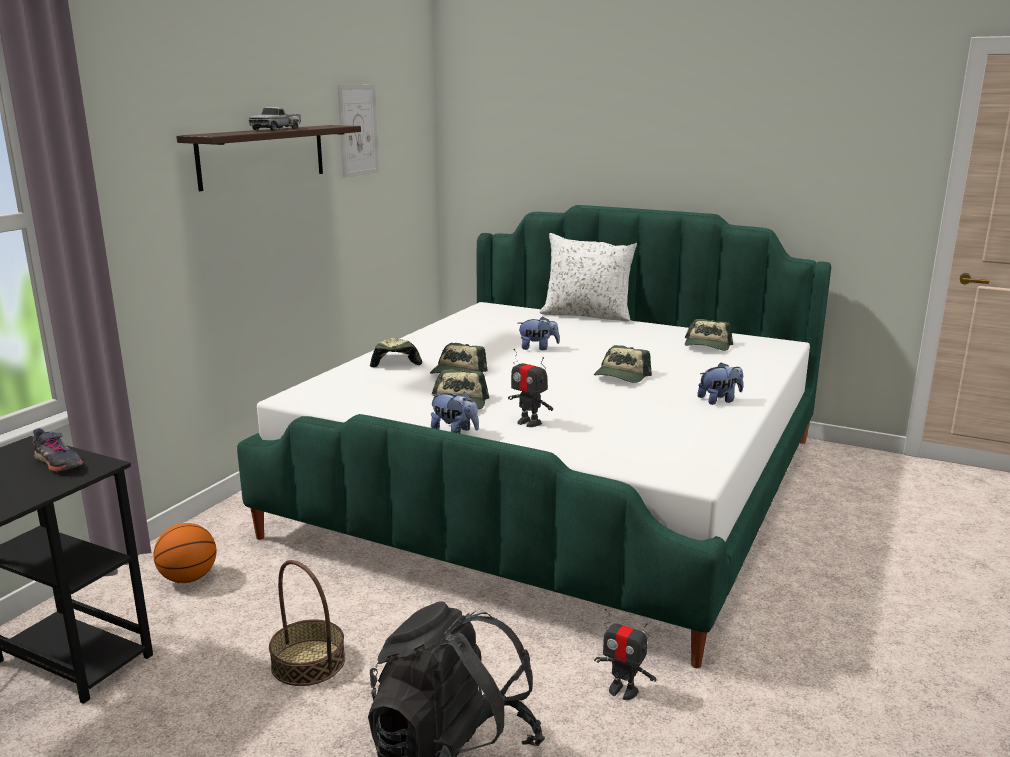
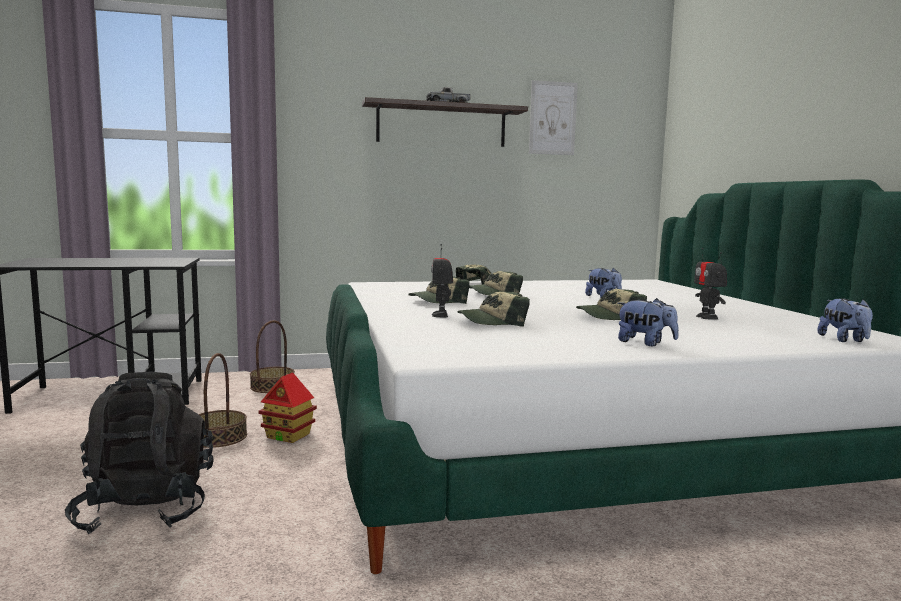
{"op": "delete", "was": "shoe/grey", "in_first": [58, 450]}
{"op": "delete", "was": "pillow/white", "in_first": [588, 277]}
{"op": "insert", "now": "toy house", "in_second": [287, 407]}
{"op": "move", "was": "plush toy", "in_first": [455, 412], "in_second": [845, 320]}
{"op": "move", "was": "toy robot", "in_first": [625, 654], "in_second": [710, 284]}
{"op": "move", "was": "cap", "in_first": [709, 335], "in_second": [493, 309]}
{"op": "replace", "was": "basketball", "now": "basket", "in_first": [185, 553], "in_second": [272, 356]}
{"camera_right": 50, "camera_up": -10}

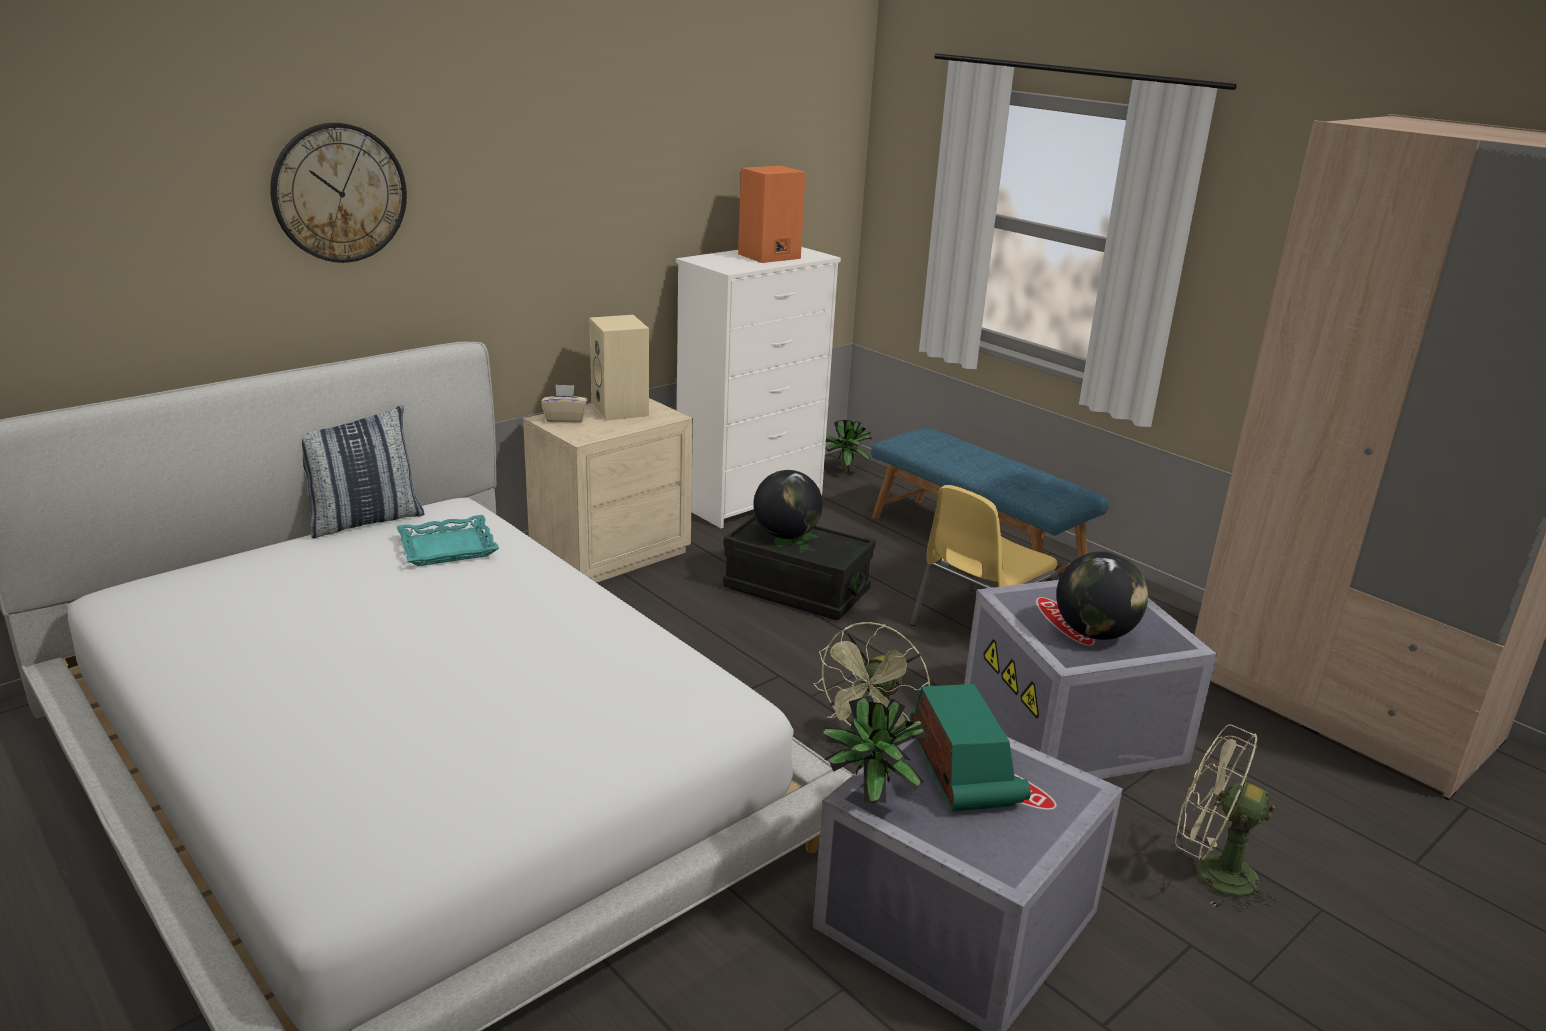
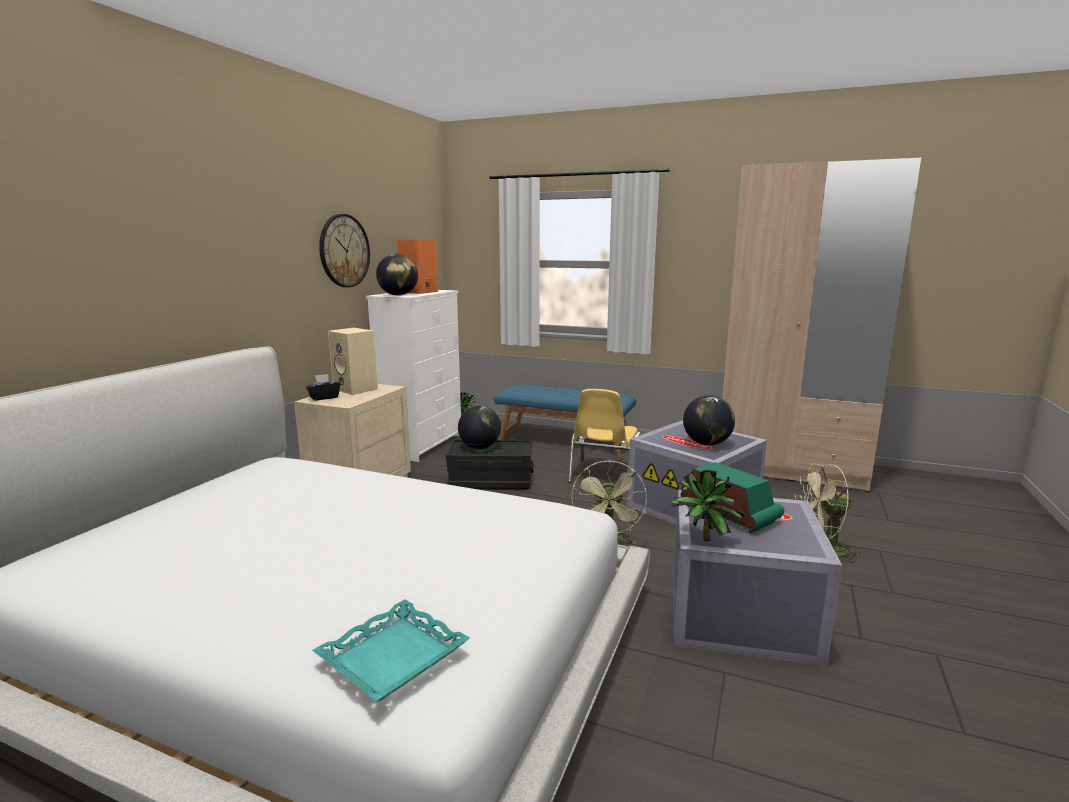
{"op": "delete", "was": "pillow", "in_first": [363, 471]}
{"op": "insert", "now": "globe", "in_second": [397, 275]}
{"op": "move", "was": "wall clock", "in_first": [338, 193], "in_second": [344, 250]}
{"op": "move", "was": "tray/turquoise", "in_first": [448, 540], "in_second": [391, 650]}
{"op": "recolor", "was": "tissue box/beige", "now": "tissue box/black", "in_first": [564, 403], "in_second": [323, 387]}
{"camera_right": -25, "camera_up": -10}

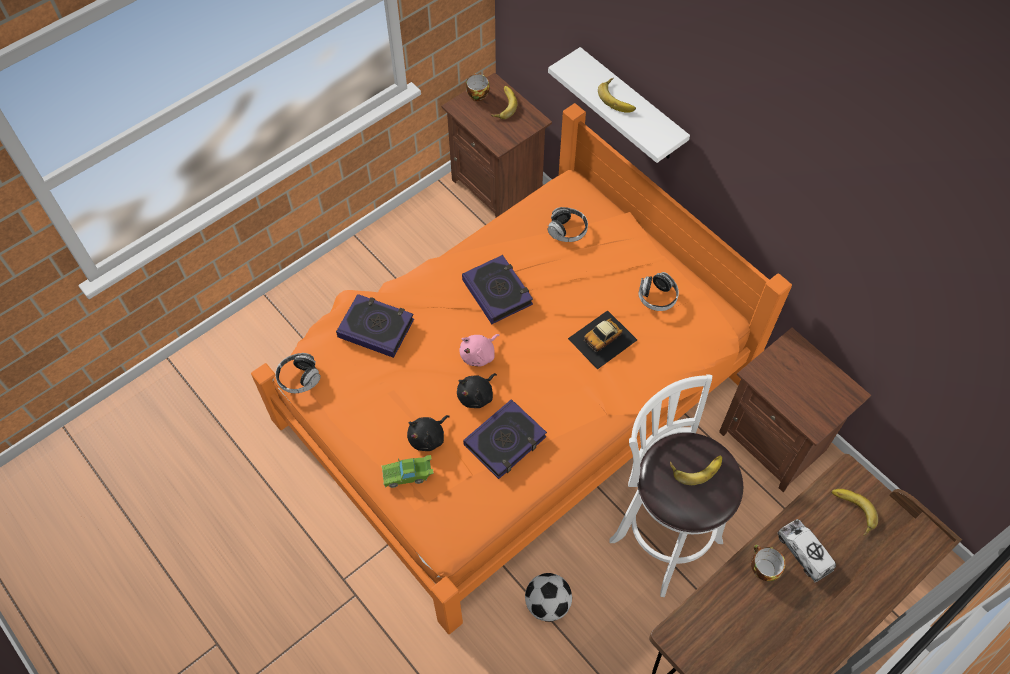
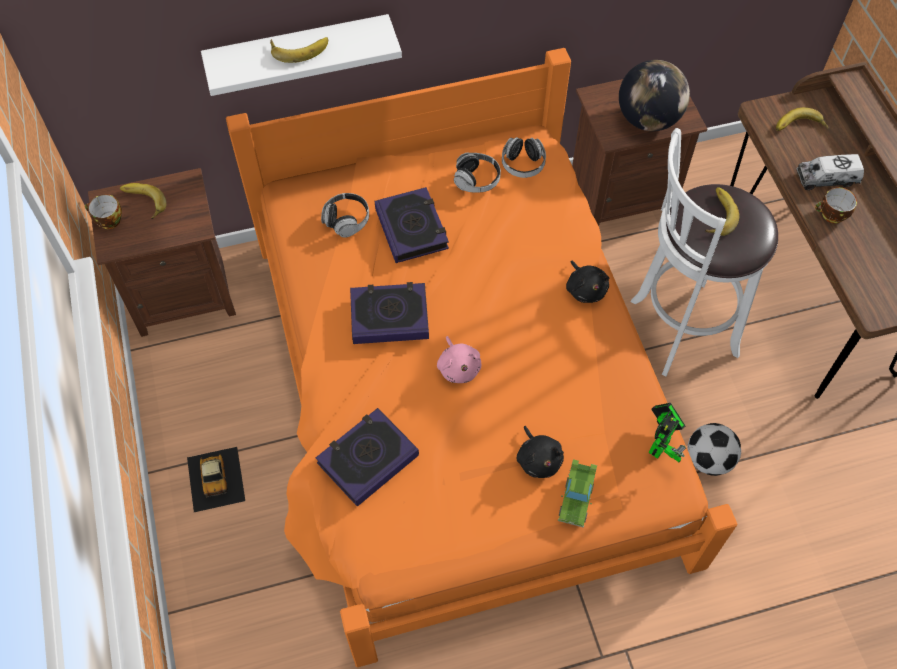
{"op": "insert", "now": "globe", "in_second": [654, 95]}
{"op": "insert", "now": "toy robot", "in_second": [667, 432]}
{"op": "move", "was": "headphones", "in_first": [298, 373], "in_second": [524, 157]}
{"op": "move", "was": "plush toy/black", "in_first": [477, 390], "in_second": [588, 281]}
{"op": "move", "was": "book", "in_first": [505, 439], "in_second": [412, 225]}
{"op": "move", "was": "toy car", "in_first": [602, 339], "in_second": [216, 479]}
{"camera_right": -65, "camera_up": 0}

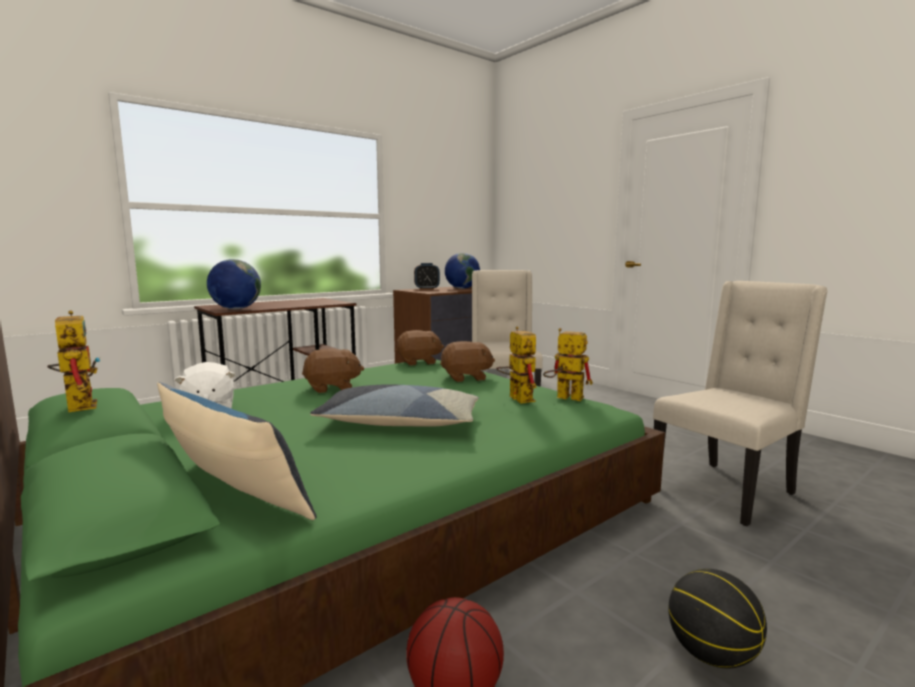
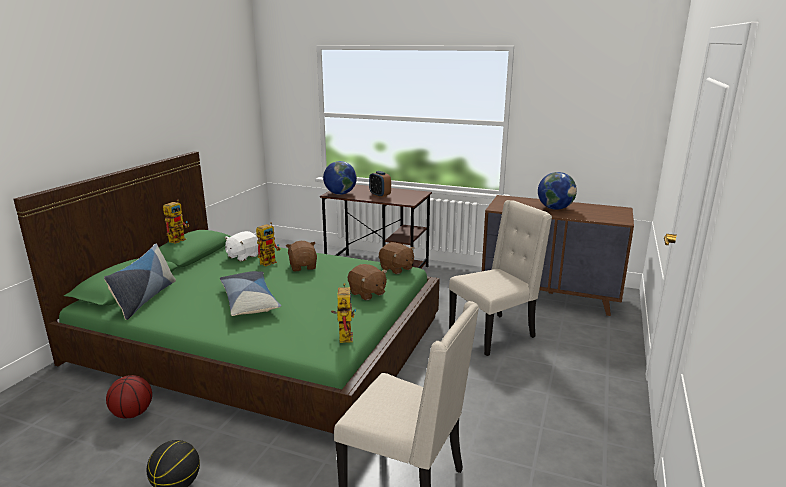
{"op": "move", "was": "alarm clock", "in_first": [427, 276], "in_second": [380, 184]}
{"op": "move", "was": "toy robot", "in_first": [516, 365], "in_second": [268, 244]}
{"op": "rotate", "was": "plush toy/brown", "in_first": [333, 371], "in_second": [301, 256], "clockwise": -150}
{"camera_right": 60, "camera_up": 10}

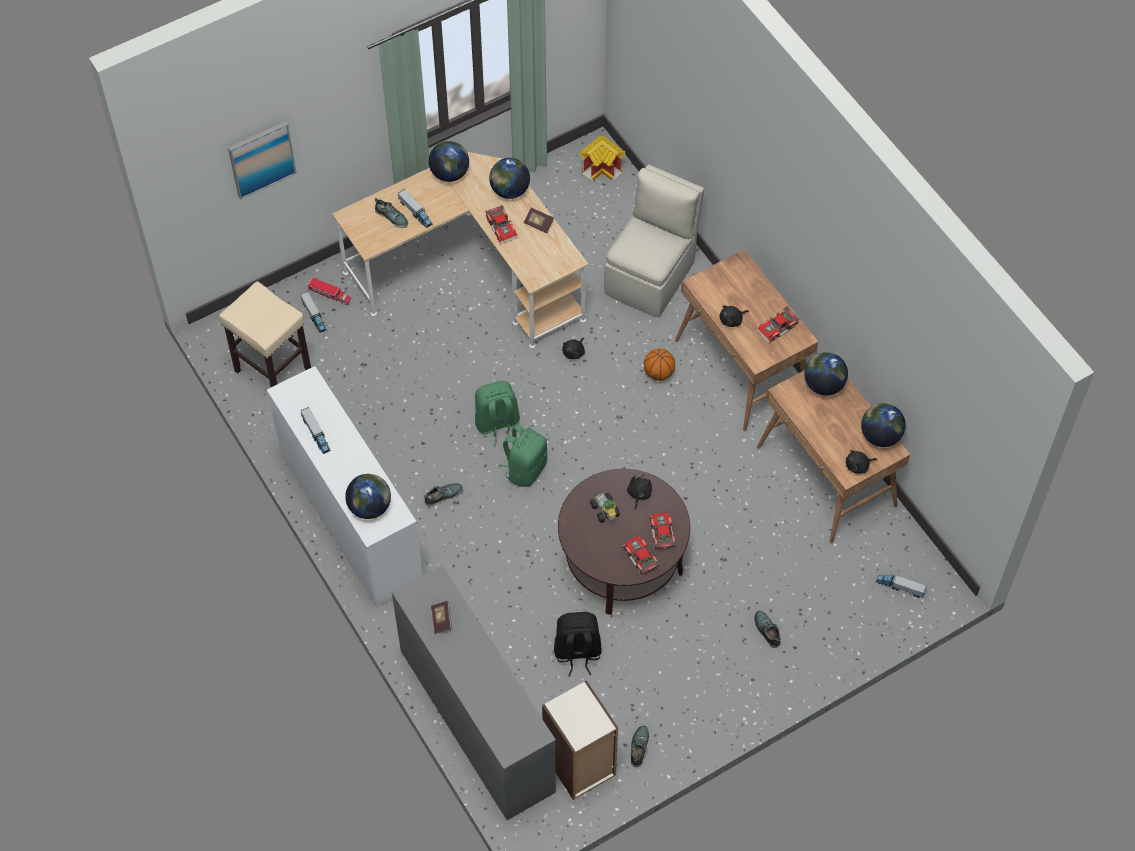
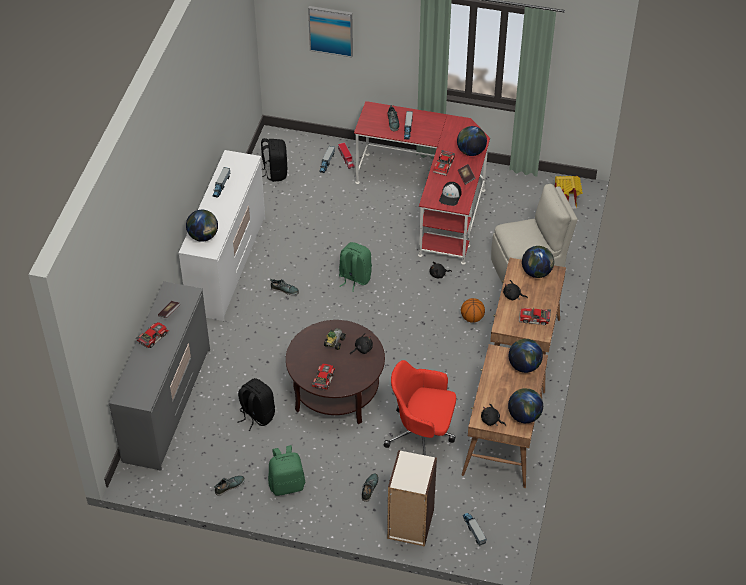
{"op": "insert", "now": "office chair/red", "in_second": [420, 408]}
{"op": "insert", "now": "cap", "in_second": [450, 194]}
{"op": "move", "was": "globe", "in_first": [449, 161], "in_second": [538, 262]}
{"op": "move", "was": "backpack/green", "in_first": [523, 455], "in_second": [286, 470]}
{"op": "move", "was": "bookcase", "in_first": [580, 740], "in_second": [412, 498]}
{"op": "move", "was": "toy car", "in_first": [662, 531], "in_second": [152, 335]}
{"op": "replace", "was": "stool/beige", "now": "backpack/black", "in_first": [265, 334], "in_second": [274, 160]}
{"op": "recolor", "was": "desk/beige", "now": "desk/red", "in_first": [460, 250], "in_second": [422, 183]}
{"camera_right": 45, "camera_up": -10}

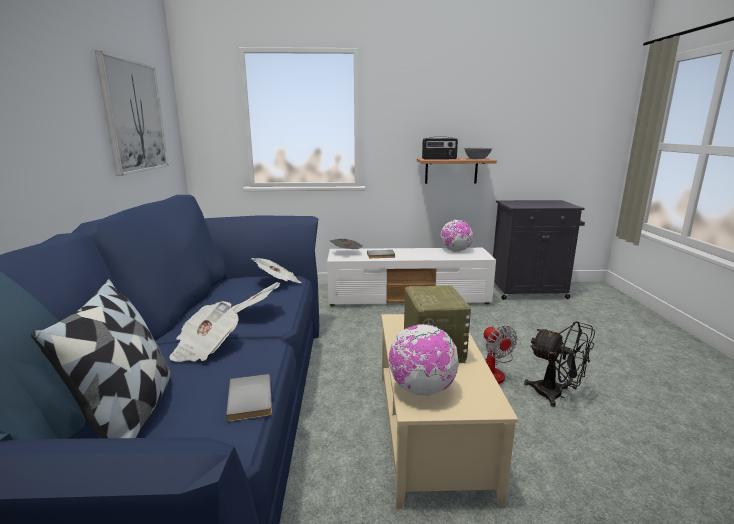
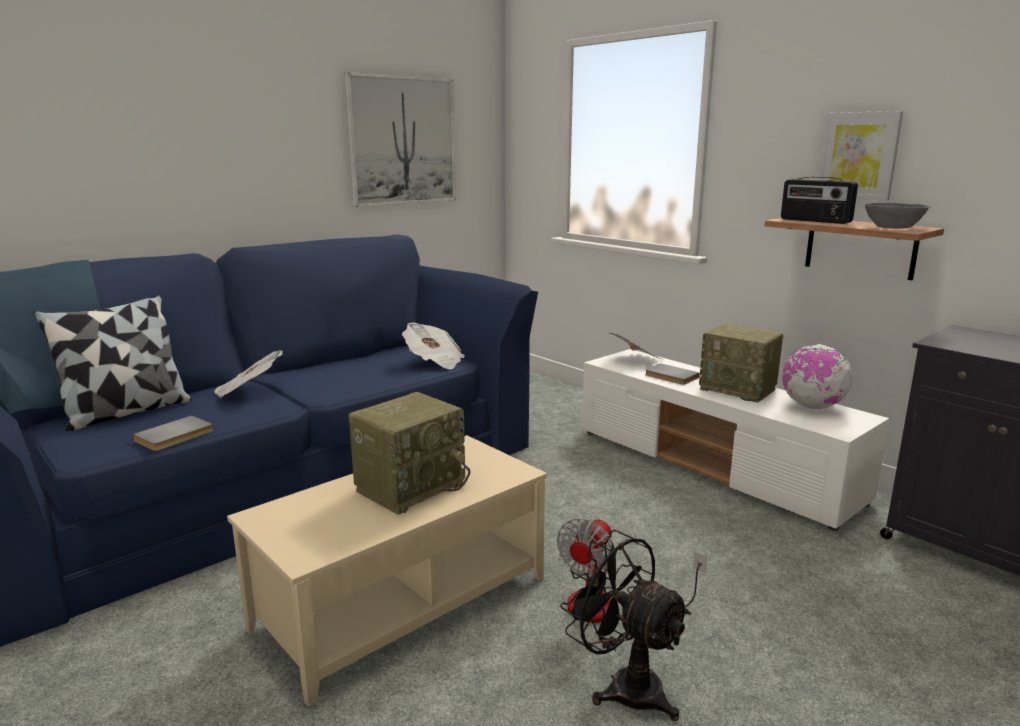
{"op": "delete", "was": "newspaper", "in_first": [256, 297]}
{"op": "delete", "was": "globe", "in_first": [423, 360]}
{"op": "insert", "now": "radio", "in_second": [741, 363]}
{"op": "insert", "now": "picture", "in_second": [860, 156]}
{"op": "rotate", "was": "fan/black", "in_first": [559, 364], "in_second": [625, 625], "clockwise": 135}
{"camera_right": 50, "camera_up": 0}

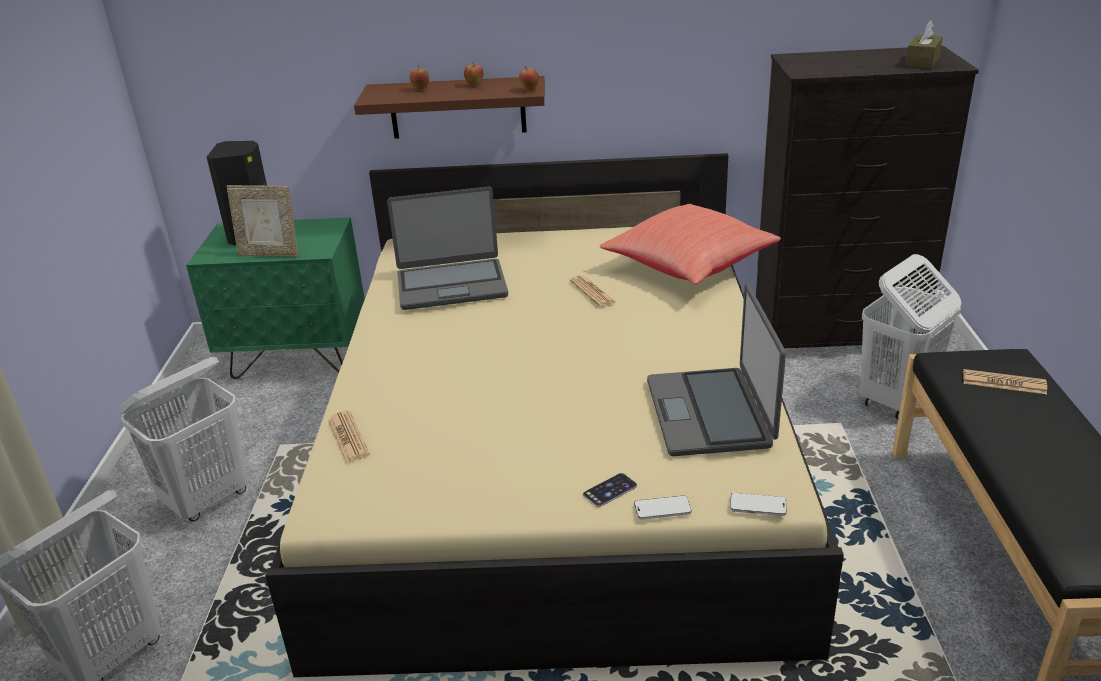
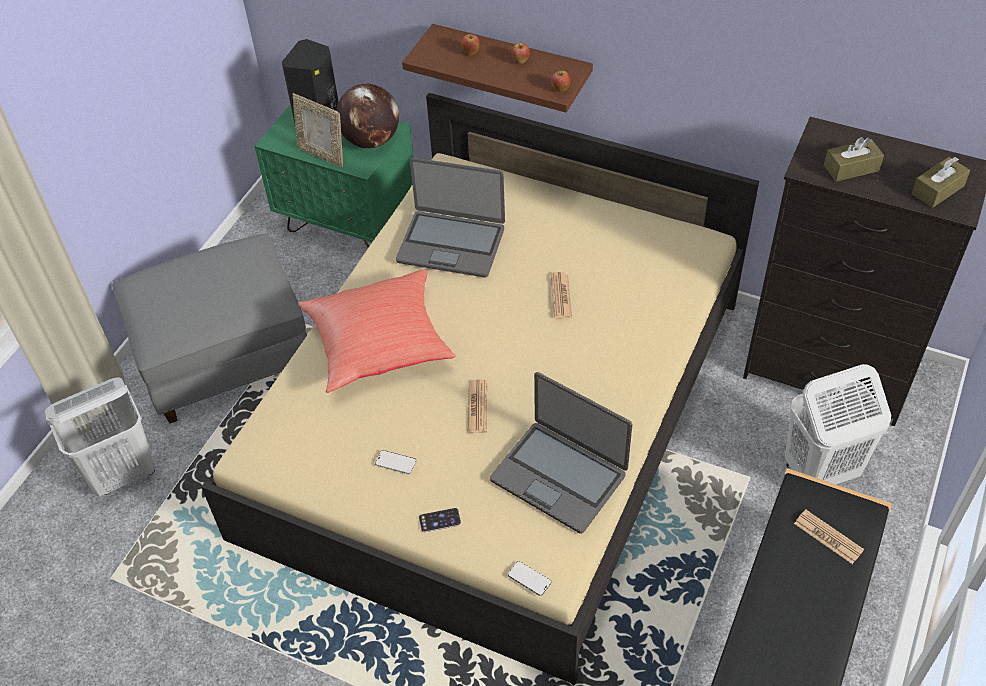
{"op": "insert", "now": "globe", "in_second": [367, 116]}
{"op": "insert", "now": "tissue box/brown", "in_second": [854, 159]}
{"op": "move", "was": "newspaper", "in_first": [349, 437], "in_second": [477, 406]}
{"op": "move", "was": "pillow/red", "in_first": [690, 244], "in_second": [377, 331]}
{"op": "move", "was": "phone", "in_first": [663, 507], "in_second": [396, 462]}
{"op": "replace", "was": "laundry basket/white", "now": "ottoman/grey", "in_first": [183, 439], "in_second": [209, 328]}
{"op": "rotate", "was": "laptop", "in_first": [716, 370], "in_second": [561, 453], "clockwise": -75}
{"camera_right": 25, "camera_up": 20}

